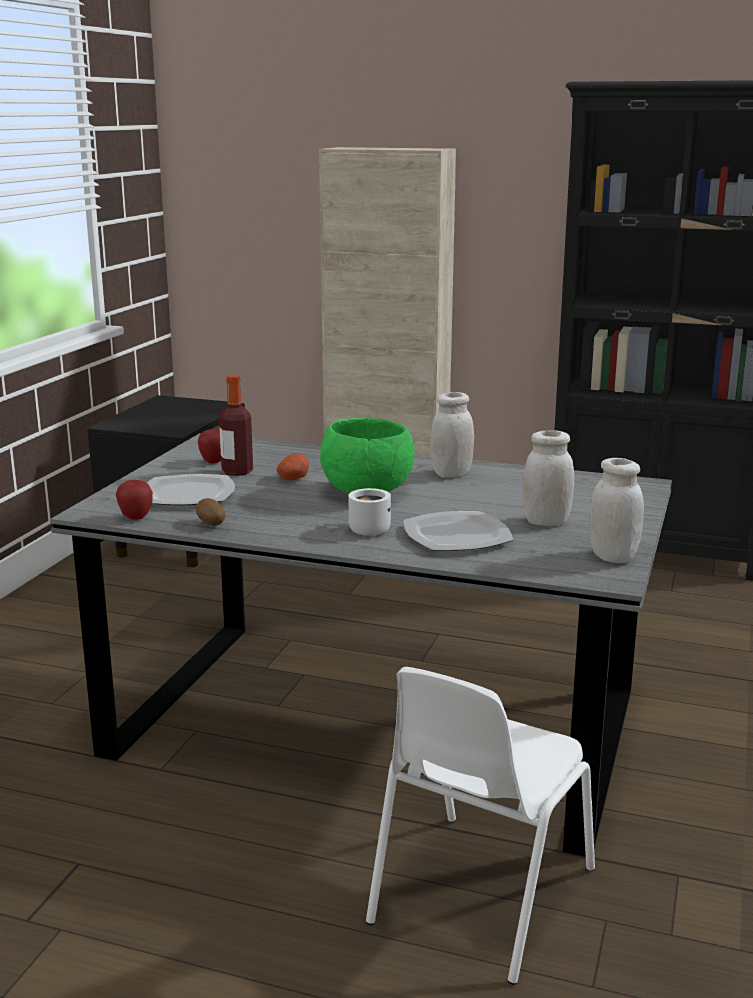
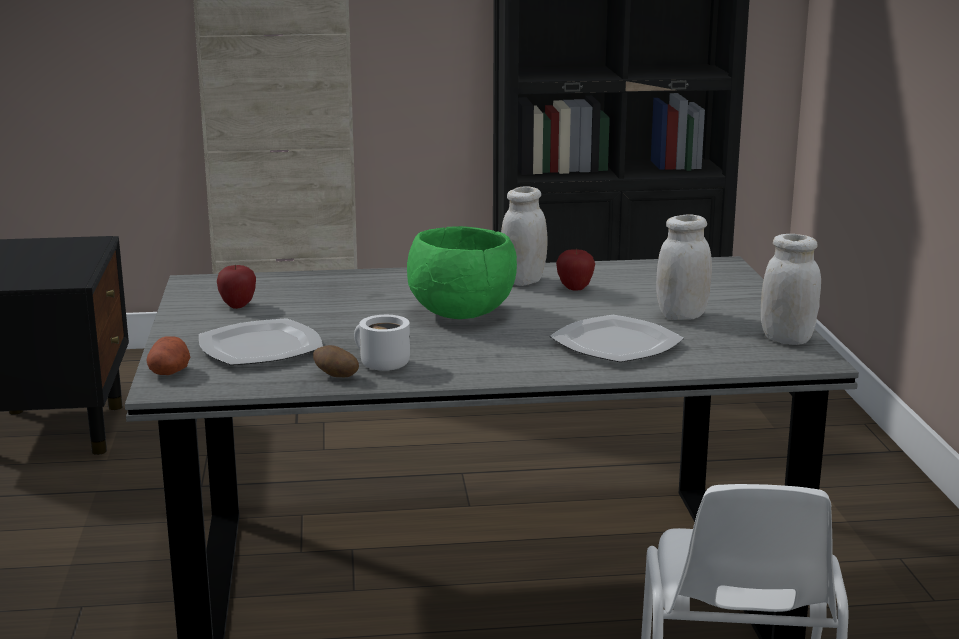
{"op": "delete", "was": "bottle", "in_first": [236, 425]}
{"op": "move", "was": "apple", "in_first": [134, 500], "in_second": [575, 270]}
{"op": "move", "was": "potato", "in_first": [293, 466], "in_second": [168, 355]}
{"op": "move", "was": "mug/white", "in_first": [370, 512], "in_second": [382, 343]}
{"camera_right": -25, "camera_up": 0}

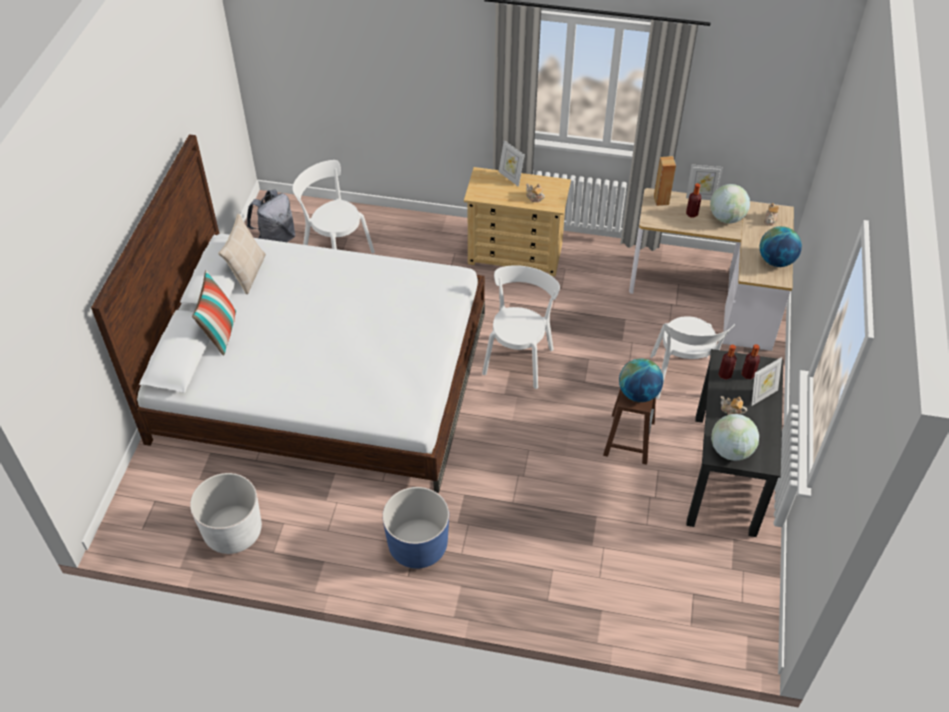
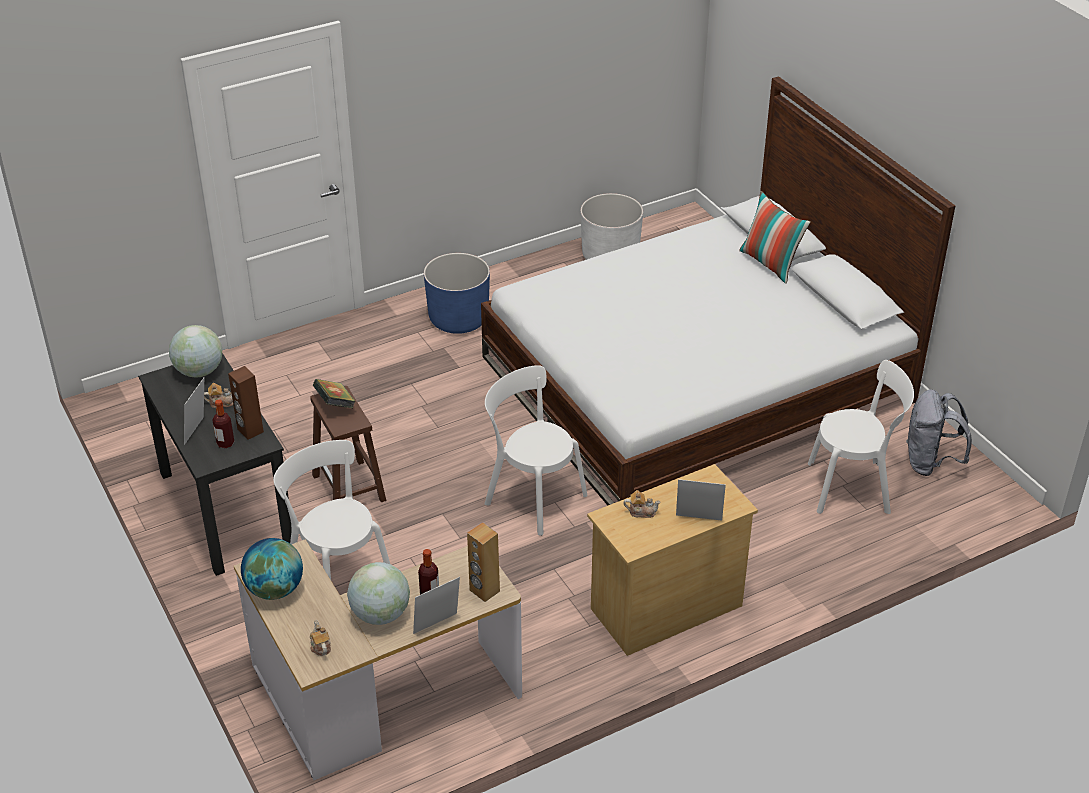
{"op": "delete", "was": "pillow/beige", "in_first": [242, 254]}
{"op": "replace", "was": "globe", "now": "book", "in_first": [641, 380], "in_second": [334, 393]}
{"op": "replace", "was": "bottle", "now": "speaker/brown", "in_first": [727, 362], "in_second": [246, 403]}
{"op": "rotate", "was": "chair/white", "in_first": [521, 327], "in_second": [536, 450], "clockwise": 150}
{"camera_right": 140, "camera_up": -10}

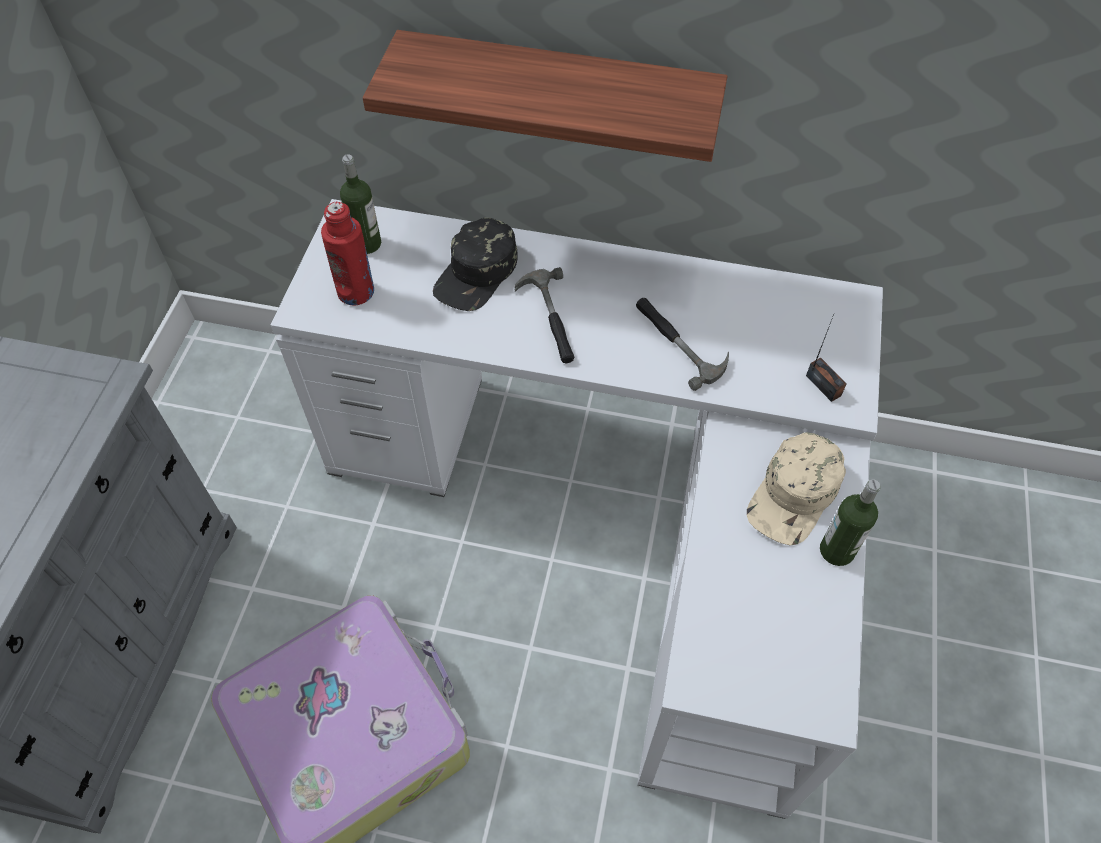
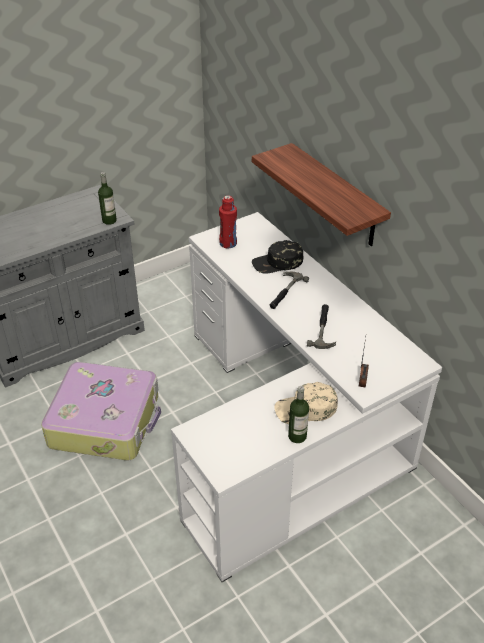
{"op": "move", "was": "bottle", "in_first": [360, 204], "in_second": [107, 198]}
{"camera_right": 45, "camera_up": -15}

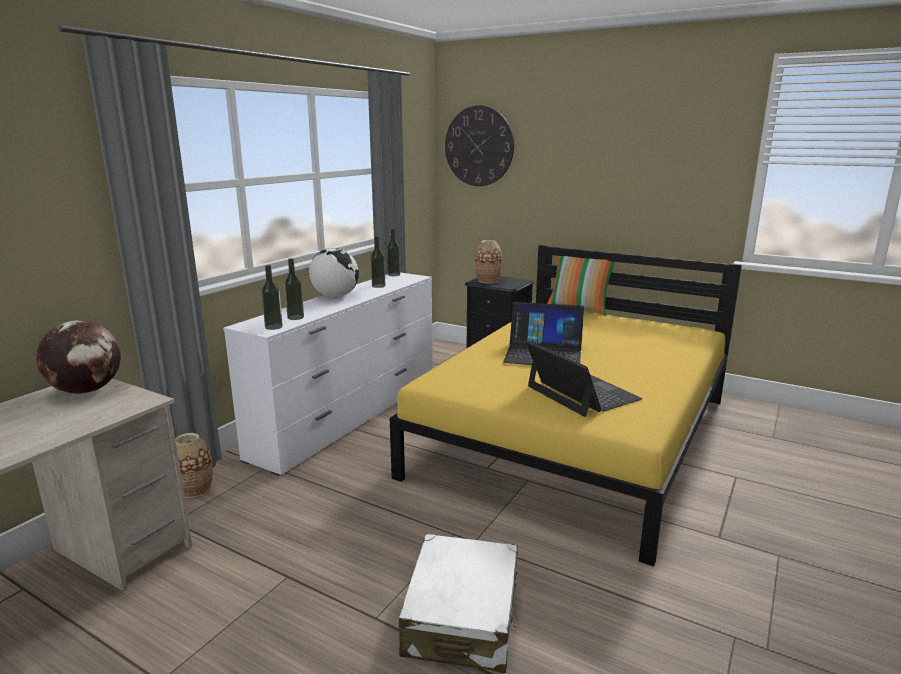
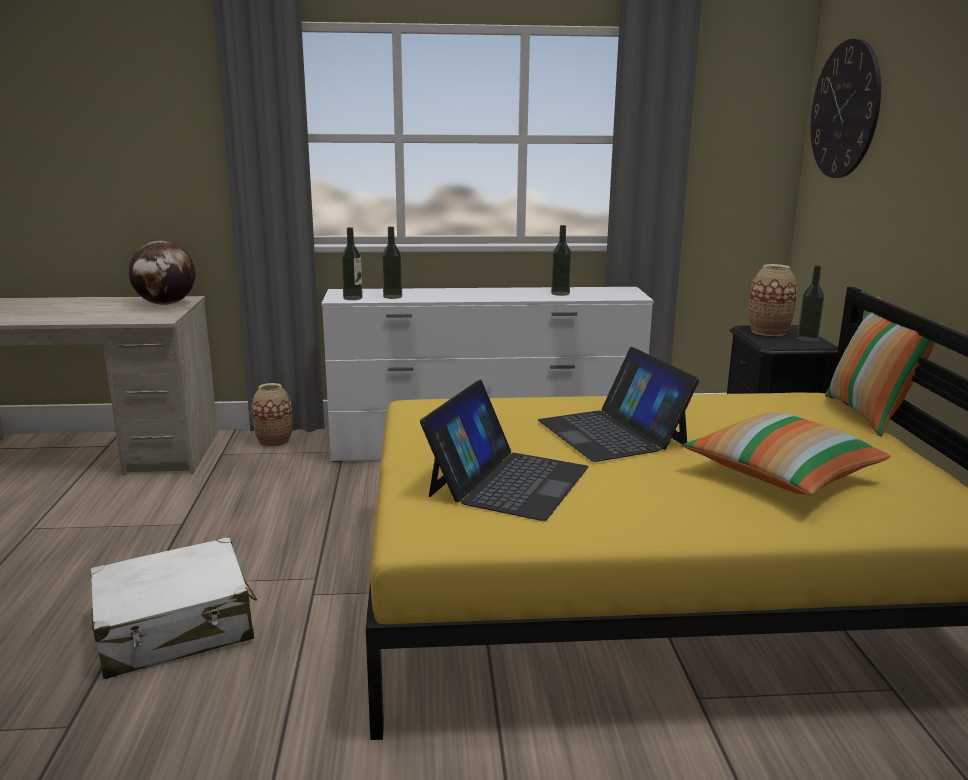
{"op": "delete", "was": "globe", "in_first": [334, 273]}
{"op": "insert", "now": "pillow", "in_second": [786, 454]}
{"op": "move", "was": "bottle", "in_first": [393, 252], "in_second": [811, 303]}
{"camera_right": 55, "camera_up": 0}

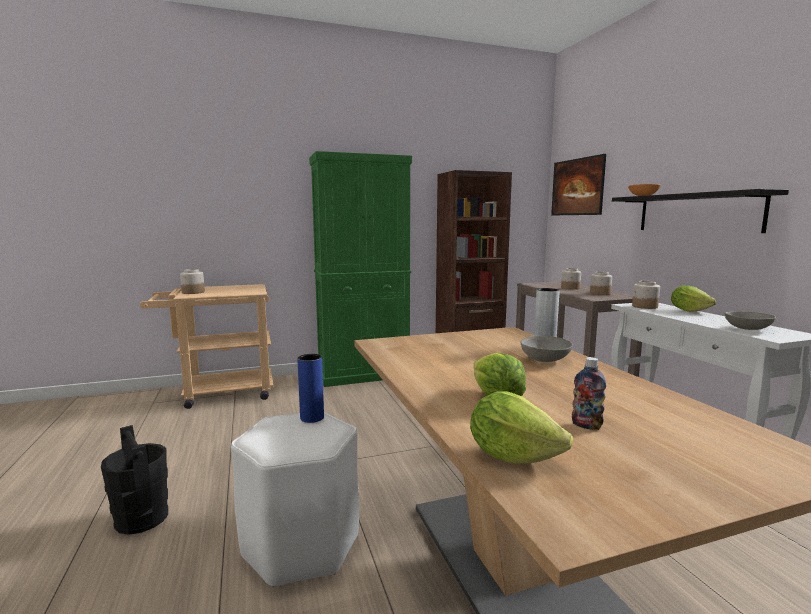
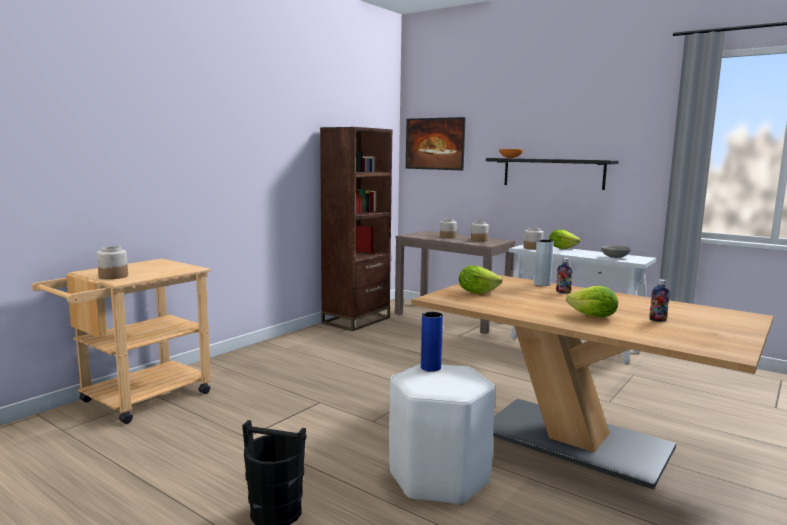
{"op": "delete", "was": "cabinet/green", "in_first": [360, 269]}
{"op": "move", "was": "lettuce", "in_first": [521, 427], "in_second": [480, 279]}
{"op": "replace", "was": "bowl/grey", "now": "bottle", "in_first": [547, 349], "in_second": [564, 275]}
{"camera_right": -35, "camera_up": 0}

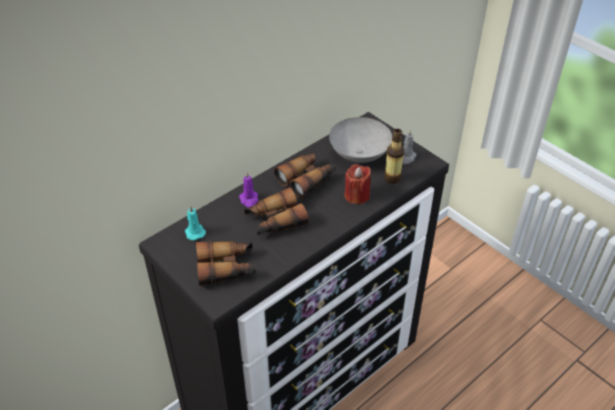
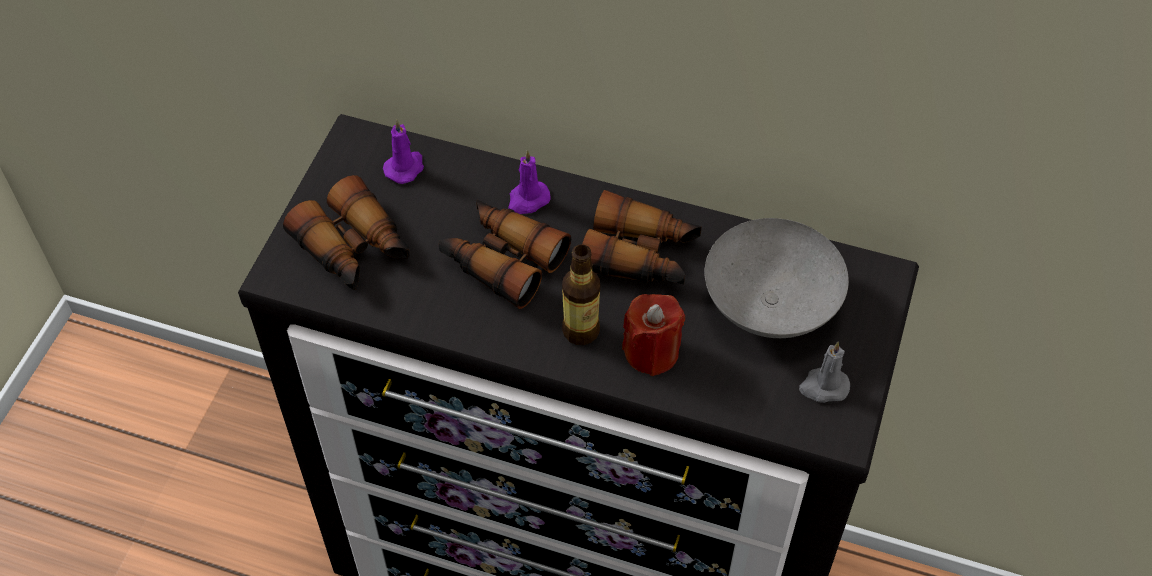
{"op": "move", "was": "bottle", "in_first": [394, 156], "in_second": [581, 294]}
{"op": "recolor", "was": "candle/turquoise", "now": "candle/purple", "in_first": [195, 222], "in_second": [403, 152]}
{"camera_right": 60, "camera_up": 10}

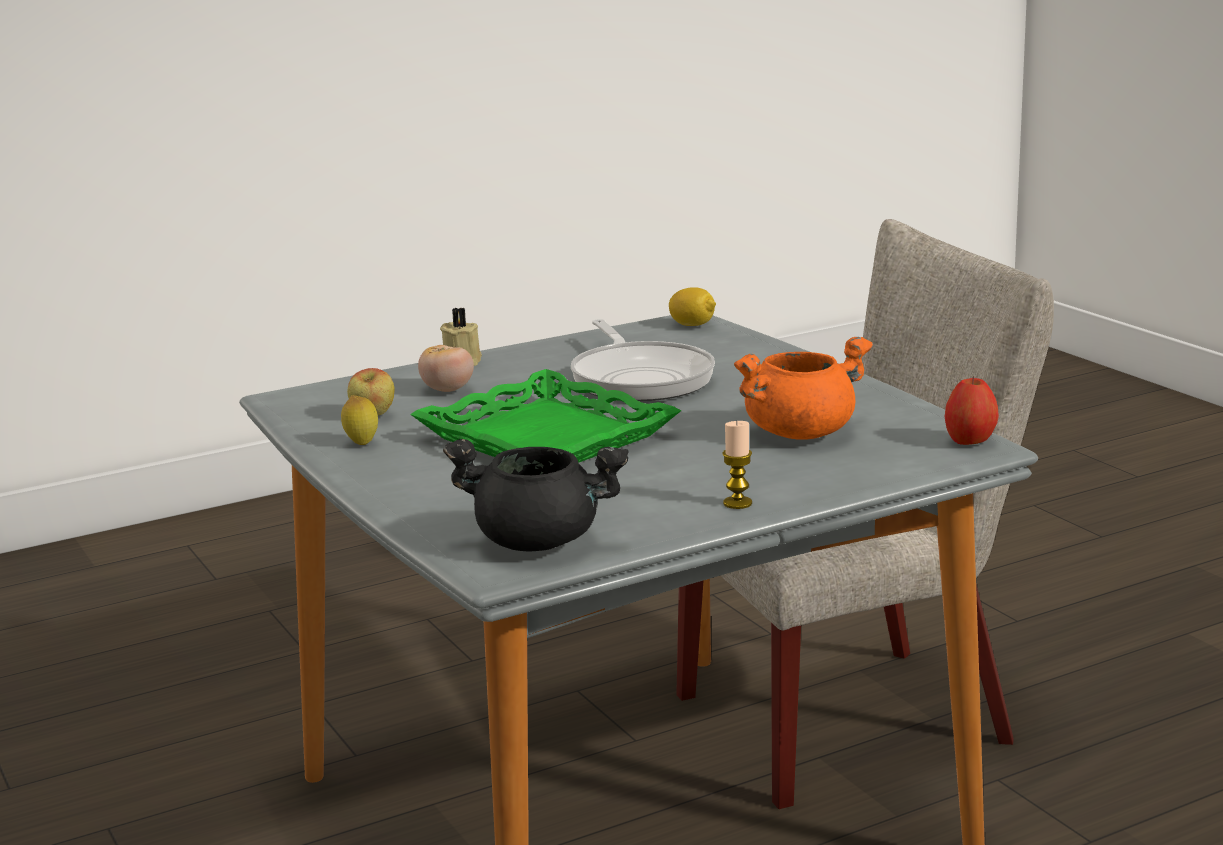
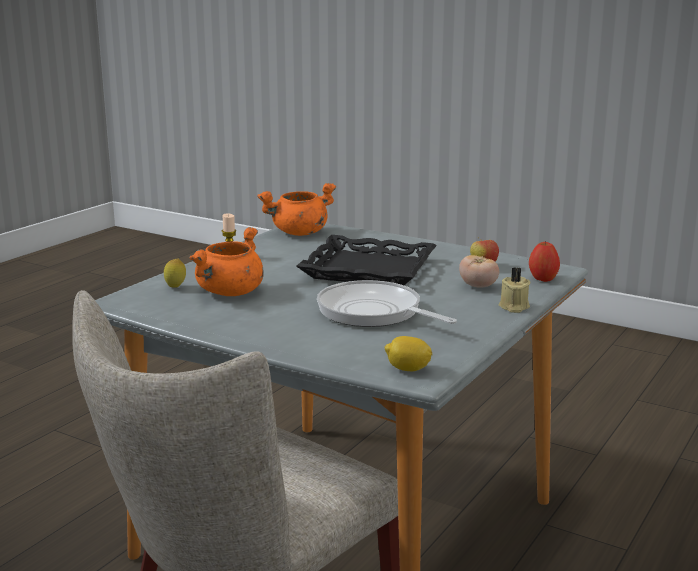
{"op": "move", "was": "lemon", "in_first": [359, 420], "in_second": [175, 273]}
{"op": "move", "was": "apple", "in_first": [971, 410], "in_second": [544, 261]}
{"op": "recolor", "was": "tray/green", "now": "tray/black", "in_first": [545, 416], "in_second": [366, 260]}
{"op": "recolor", "was": "cooking pot/black", "now": "cooking pot/orange", "in_first": [536, 495], "in_second": [296, 209]}
{"camera_right": 150, "camera_up": 0}

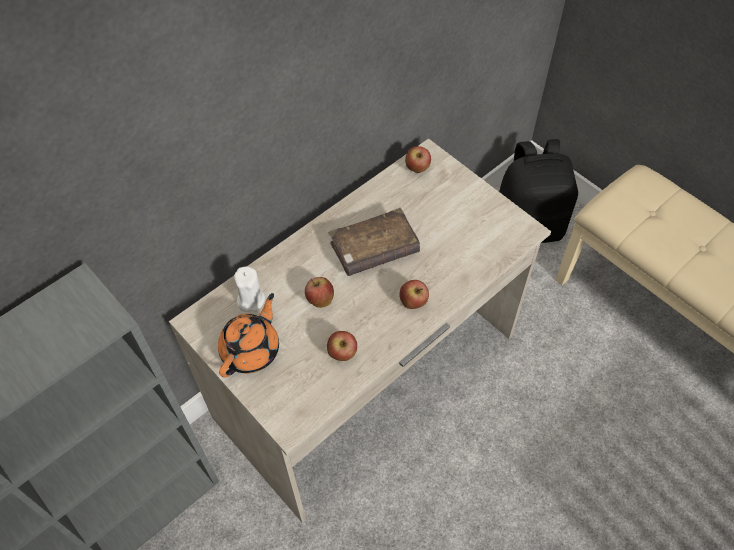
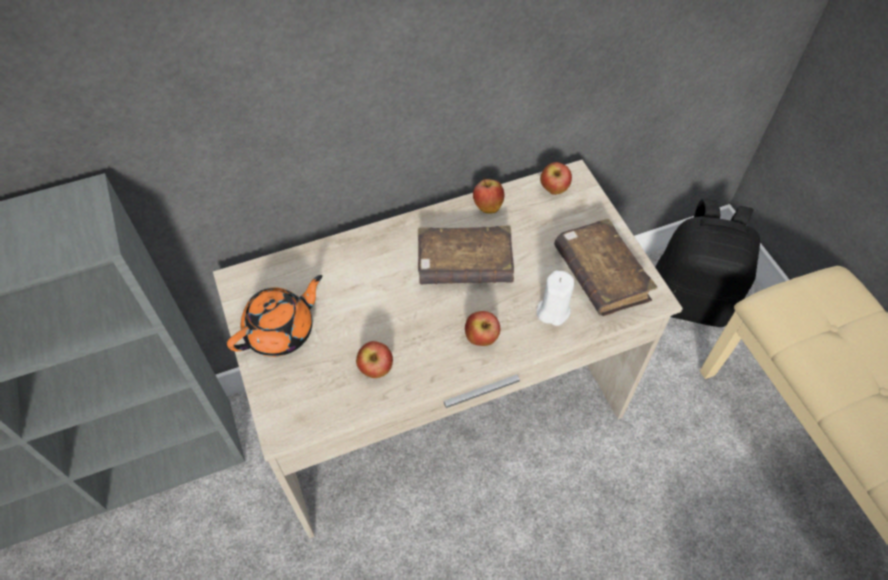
{"op": "insert", "now": "book/brown", "in_second": [605, 267]}
{"op": "move", "was": "candle/white", "in_first": [249, 289], "in_second": [555, 298]}
{"op": "move", "was": "apple", "in_first": [319, 292], "in_second": [488, 195]}
{"camera_right": 20, "camera_up": 0}

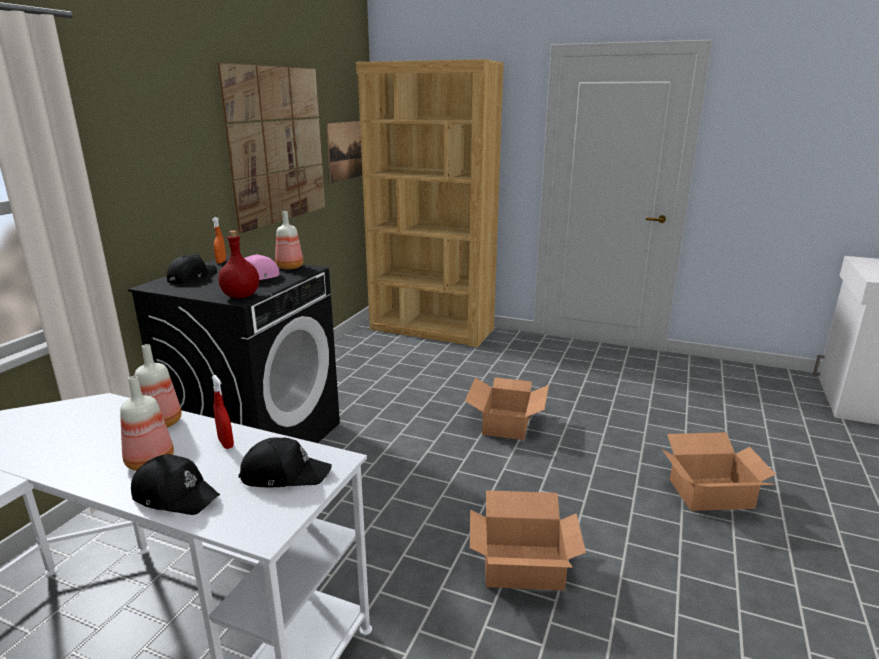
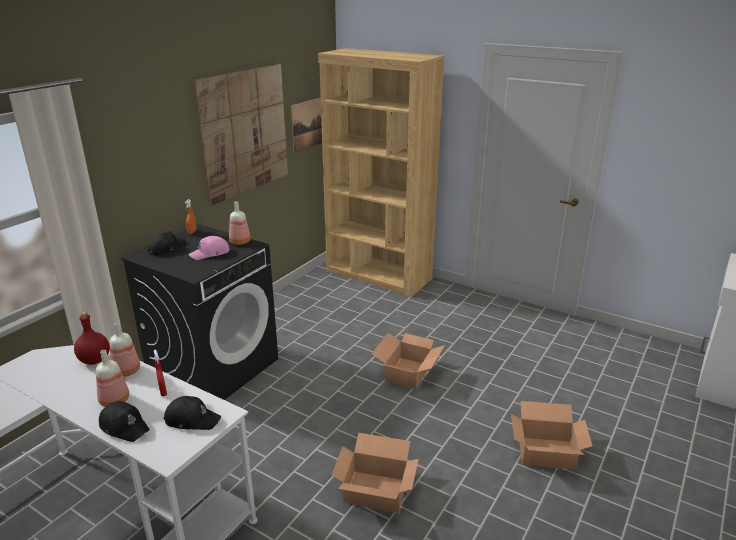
{"op": "move", "was": "bottle/red", "in_first": [238, 264], "in_second": [92, 338]}
{"camera_right": 10, "camera_up": 5}

